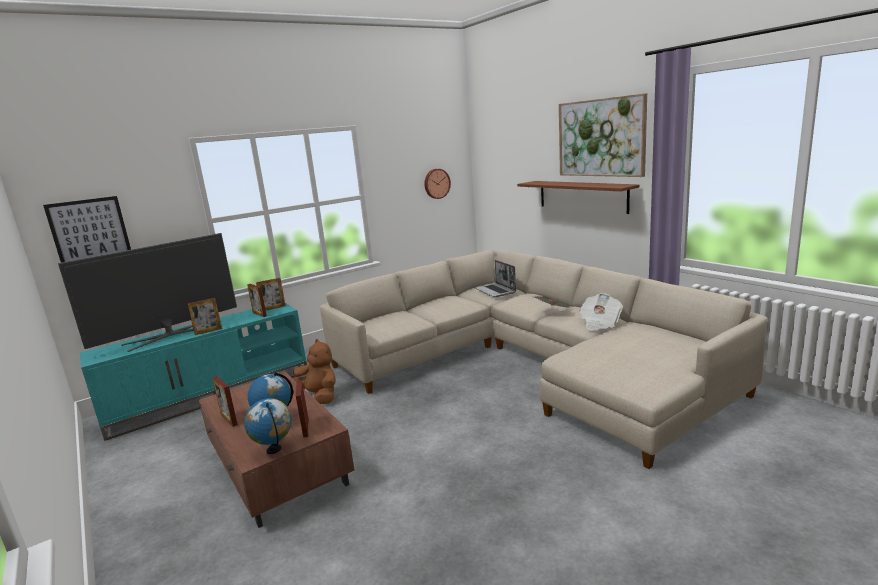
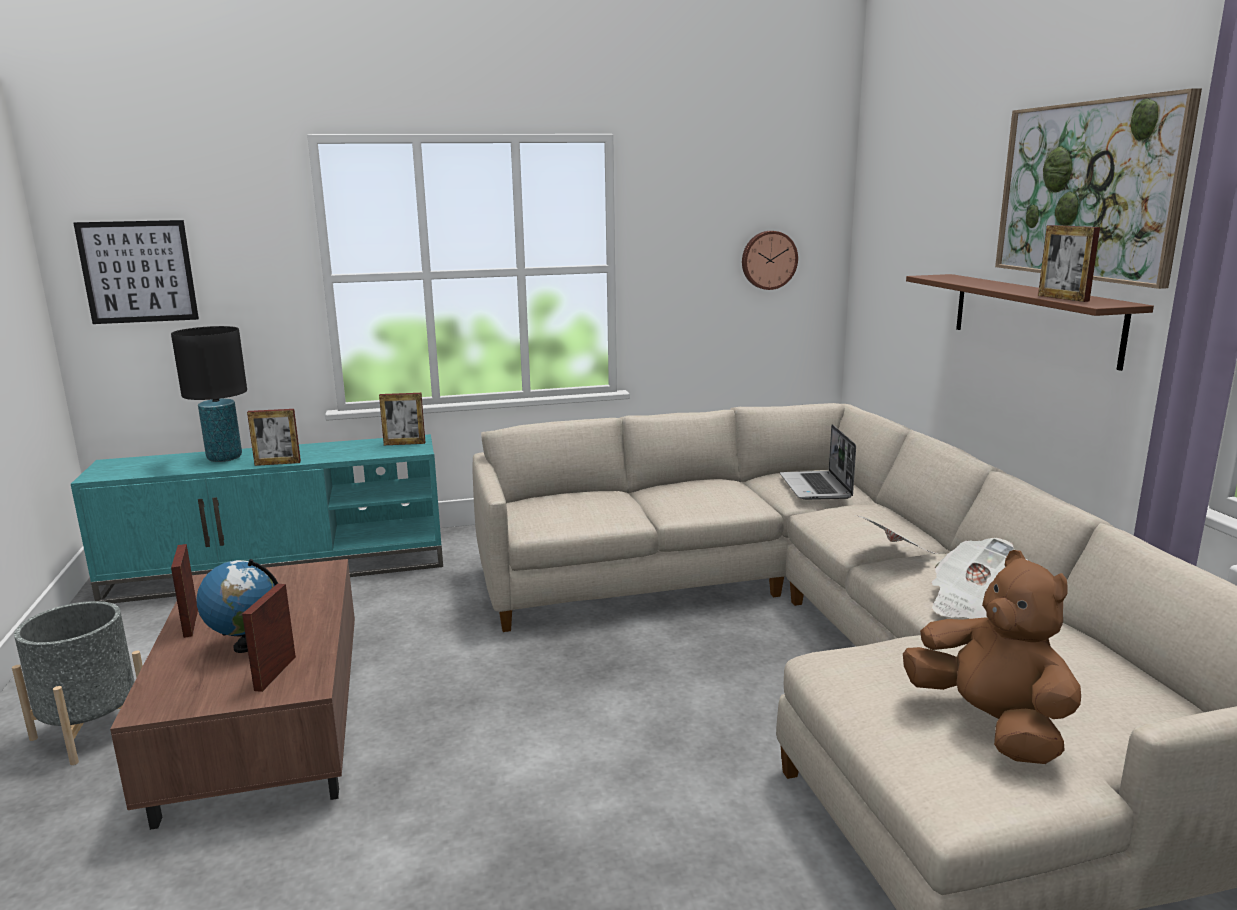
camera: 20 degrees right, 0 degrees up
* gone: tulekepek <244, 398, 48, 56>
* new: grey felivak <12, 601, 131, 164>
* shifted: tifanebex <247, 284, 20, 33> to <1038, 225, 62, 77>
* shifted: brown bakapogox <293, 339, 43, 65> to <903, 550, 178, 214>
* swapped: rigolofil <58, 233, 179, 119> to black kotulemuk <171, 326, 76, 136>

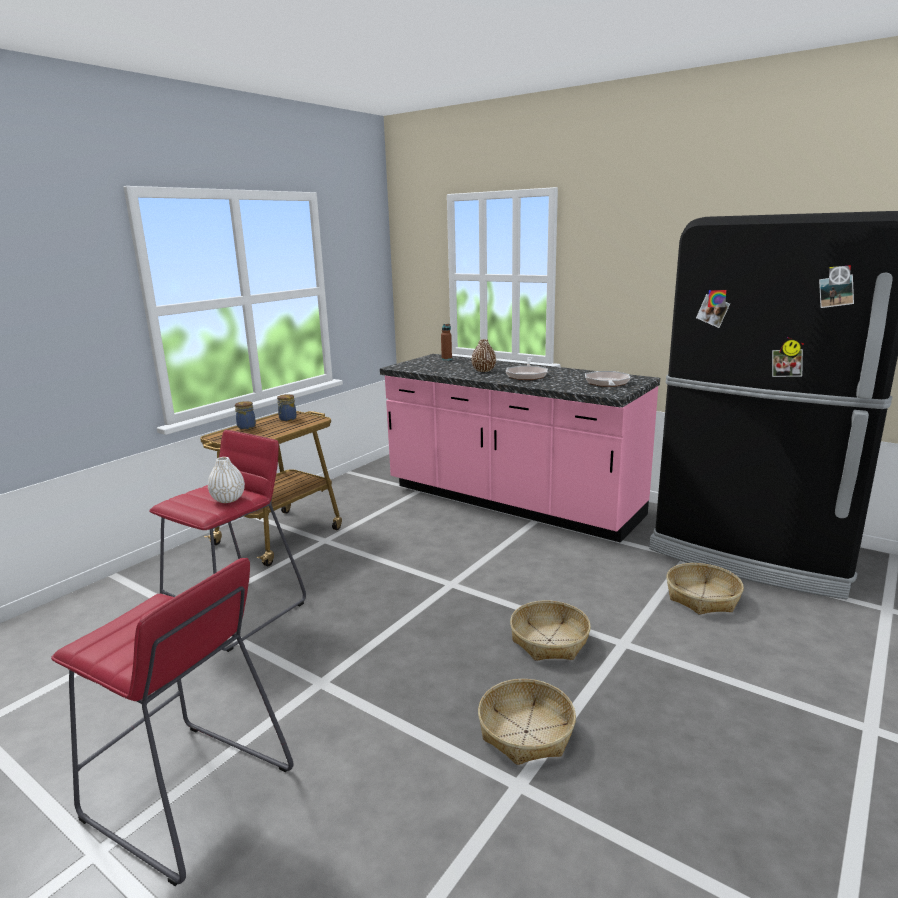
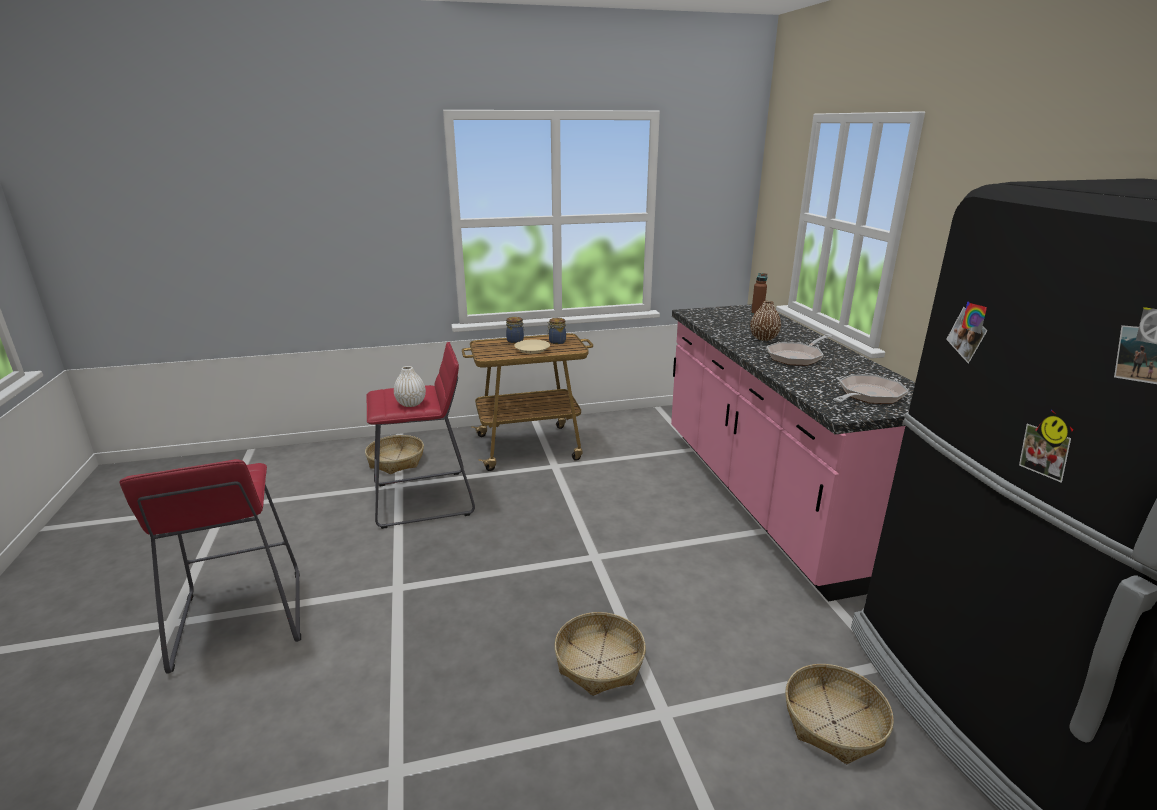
camera: 40 degrees right, 5 degrees up
* new: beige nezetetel <514, 340, 36, 14>
* shifted: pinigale <478, 679, 98, 86> to <365, 435, 59, 39>

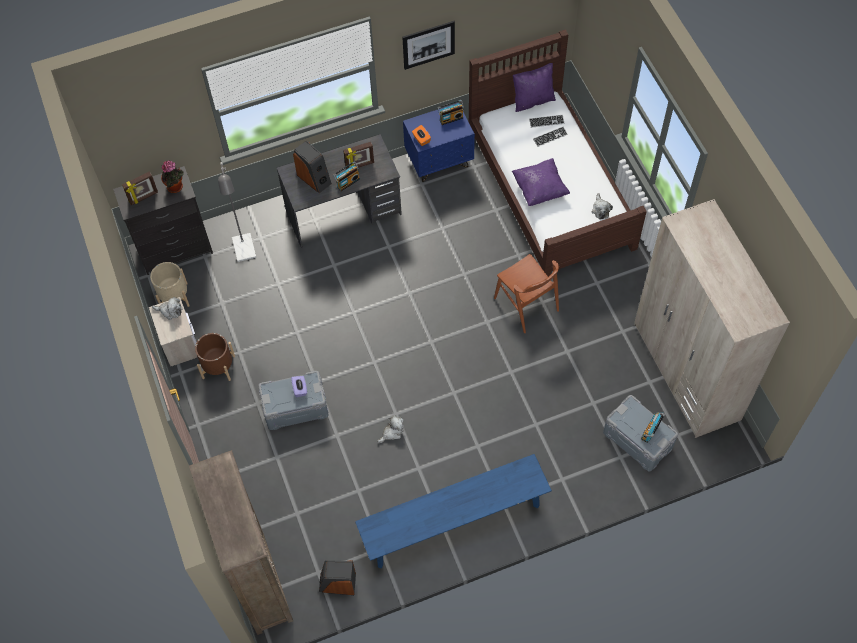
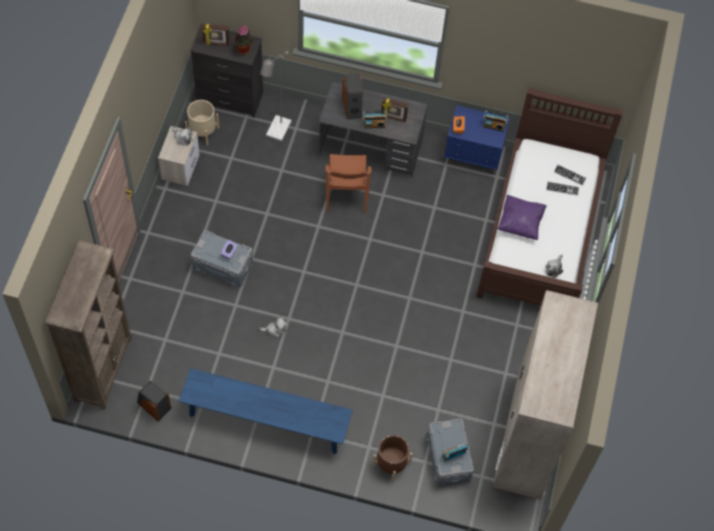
camera: 30 degrees right, 0 degrees up
* gone: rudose <402, 21, 53, 49>
* gone: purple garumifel <513, 63, 43, 49>
* shifted: brown felivak <195, 333, 40, 48> to <372, 435, 40, 48>
* shifted: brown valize <494, 254, 65, 79> to <326, 154, 46, 60>

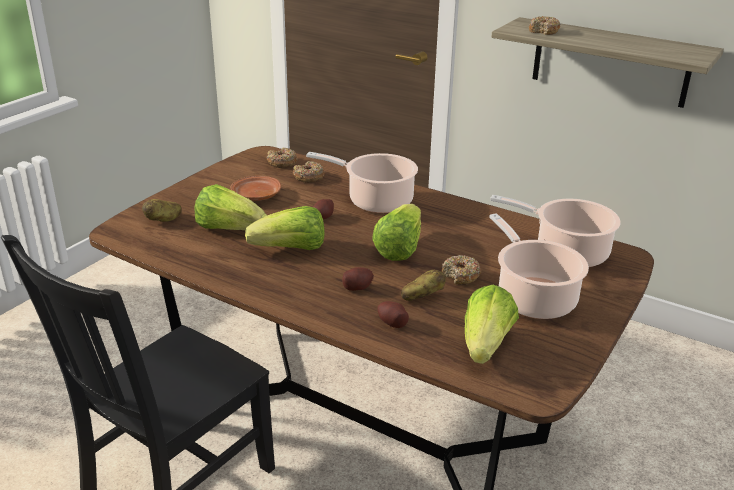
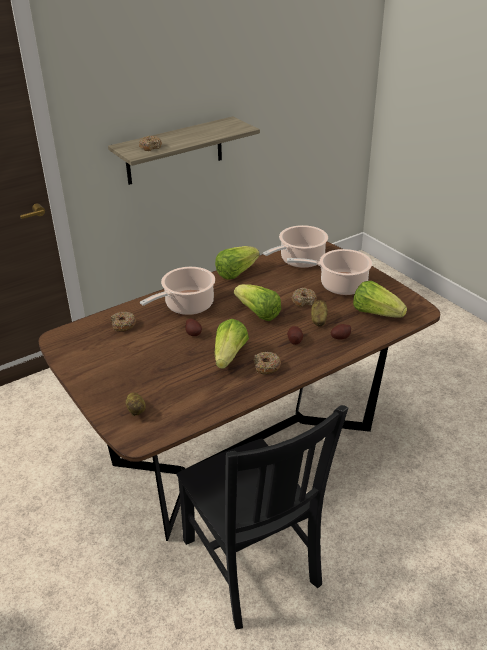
camera: 65 degrees left, 5 degrees up
* gone: brown nezetetel <231, 176, 50, 25>
* shifted: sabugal <195, 184, 72, 46> to <215, 246, 45, 34>
* shifted: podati <267, 147, 31, 21> to <254, 352, 27, 22>

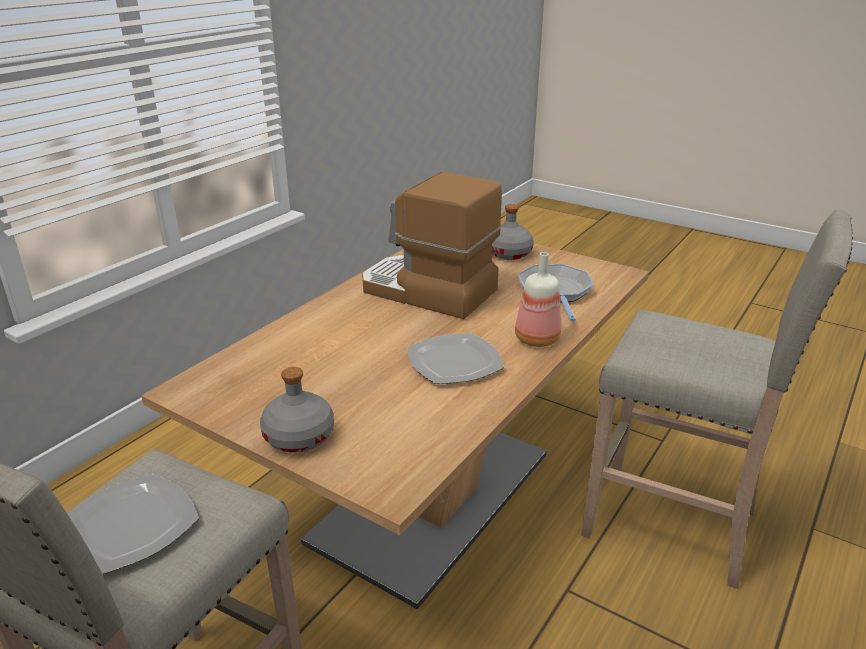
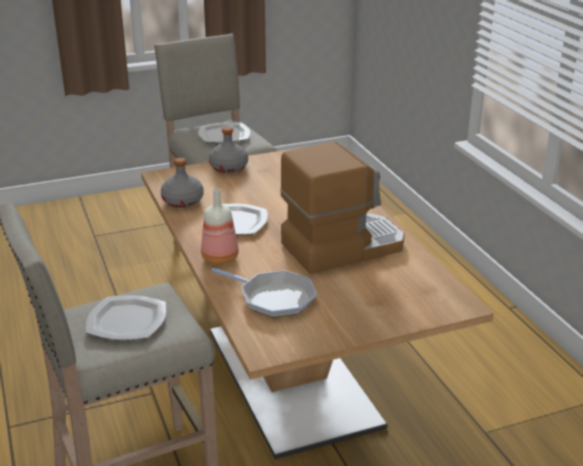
camera: 125 degrees right, 0 degrees up
* new: nezetetel <85, 295, 81, 45>
* shifted: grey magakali <492, 204, 42, 56> to <161, 158, 43, 50>

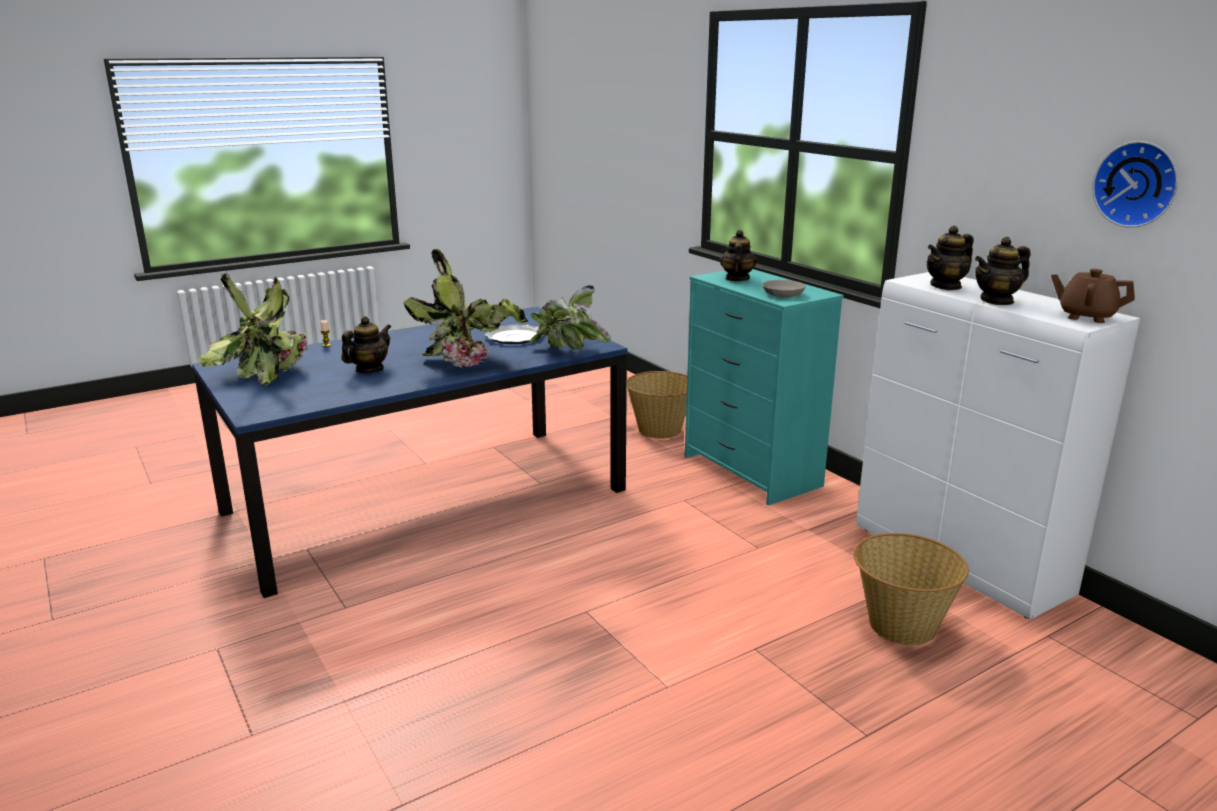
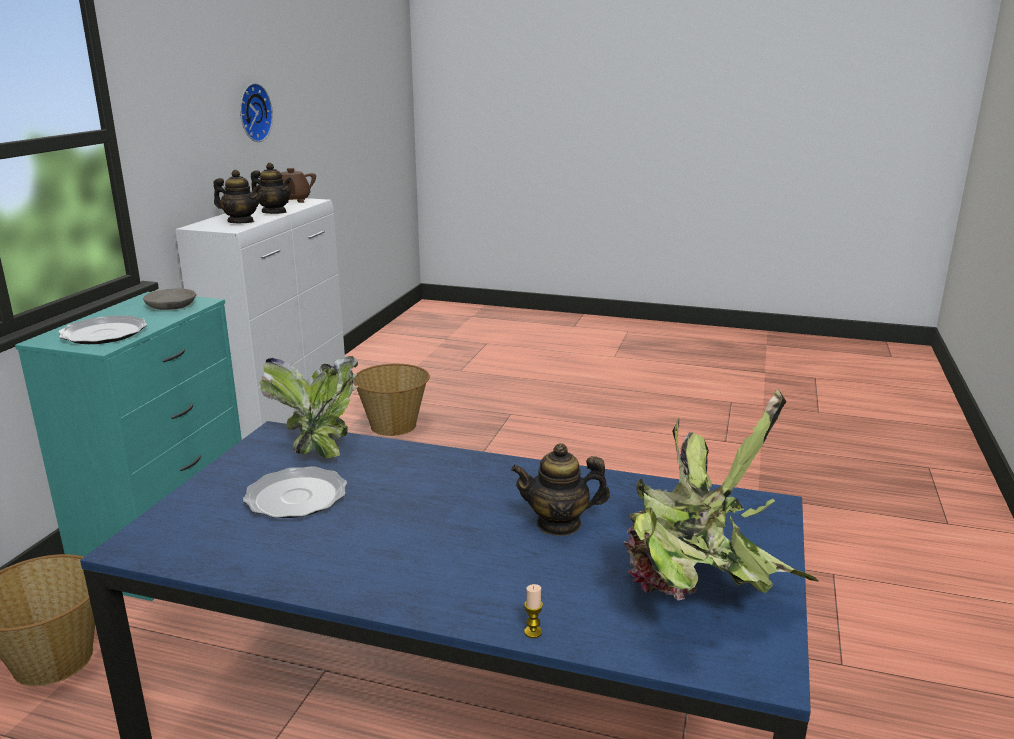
camera: 130 degrees left, 0 degrees up
* gone: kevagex <404, 249, 124, 119>
* swapped: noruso <720, 230, 37, 51> to nezetetel <58, 315, 89, 29>

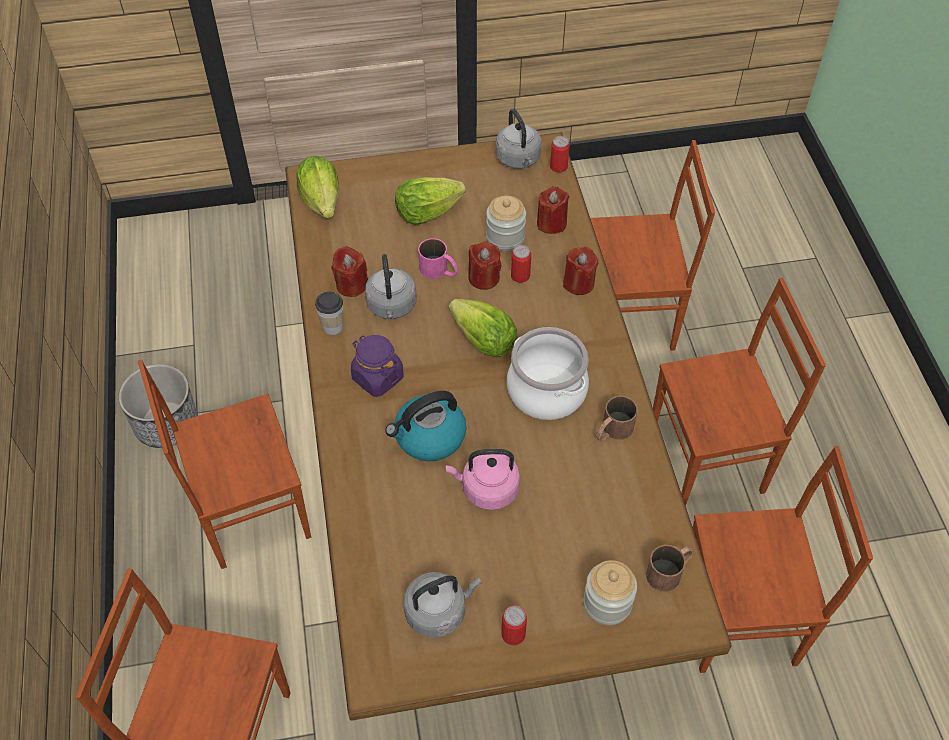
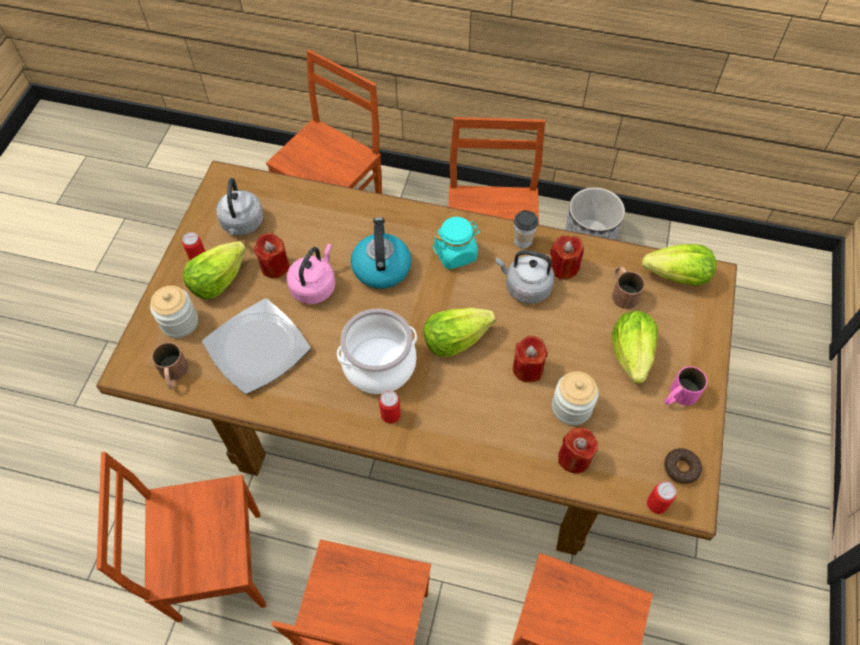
camera: 115 degrees right, 5 degrees up
* new: sabugal <183, 241, 63, 59>
* new: nezetetel <202, 298, 109, 96>
* shifted: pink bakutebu <418, 238, 40, 41> to <665, 366, 42, 40>
* shifted: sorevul <511, 245, 20, 38> to <379, 390, 22, 33>
* shifted: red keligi <563, 247, 36, 48> to <253, 233, 36, 46>
* shifted: brown bakutebu <596, 396, 42, 45> to <612, 266, 33, 43>
* swapped: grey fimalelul <496, 109, 46, 60> to podati <664, 448, 38, 36>
* repainted: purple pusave <351, 335, 53, 62> to turquoise pusave <433, 217, 48, 52>
* rotated: brown valize <693, 446, 180, 227> = <97, 452, 169, 170> 60 degrees clockwise

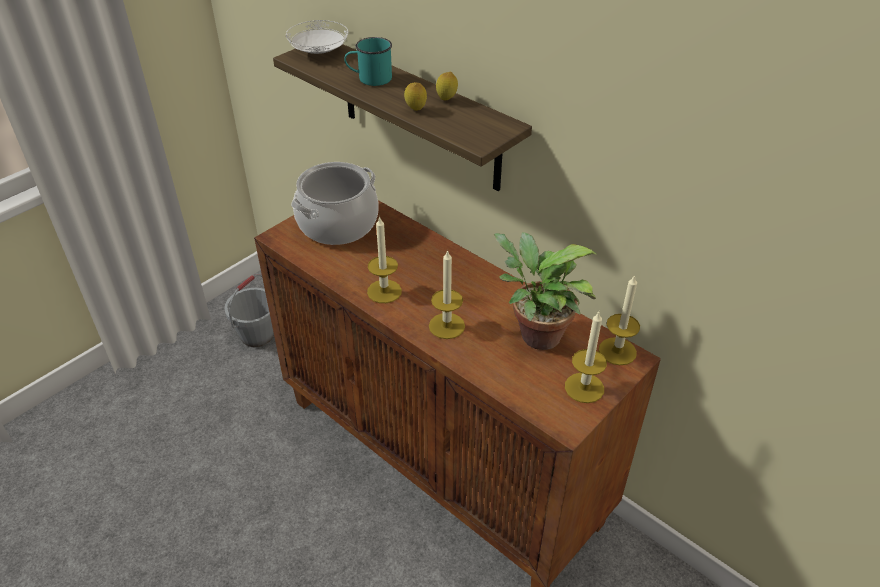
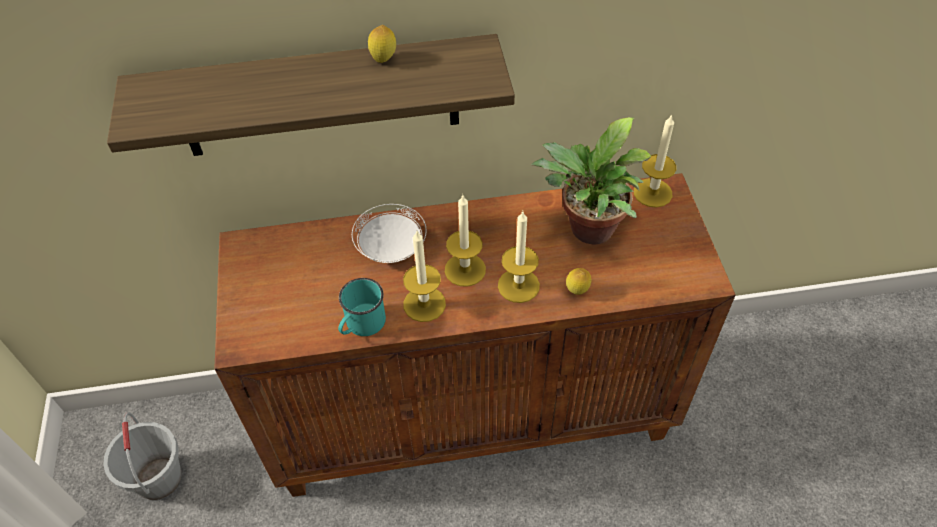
camera: 50 degrees left, 10 degrees up
* gone: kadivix <291, 162, 88, 83>
* shifted: white nezetetel <286, 20, 62, 34> to <352, 204, 75, 59>
* shifted: turquoise bakutebu <344, 37, 48, 49> to <338, 278, 48, 58>
* shifted: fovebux <404, 82, 23, 29> to <566, 268, 26, 27>
* shifted: keligi <565, 312, 42, 91> to <445, 195, 41, 92>

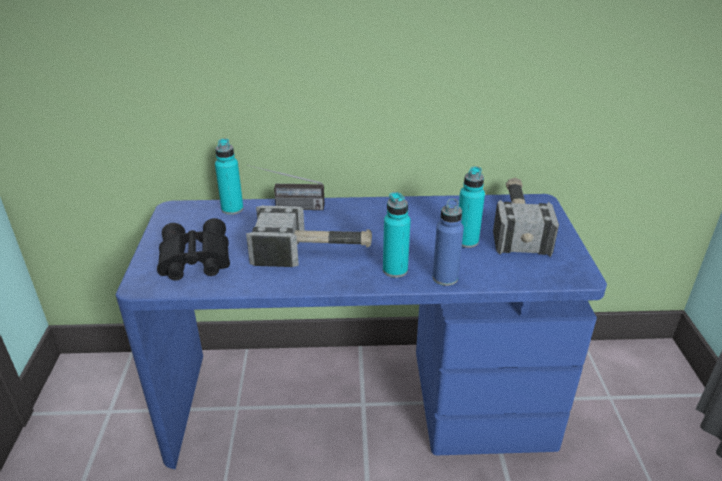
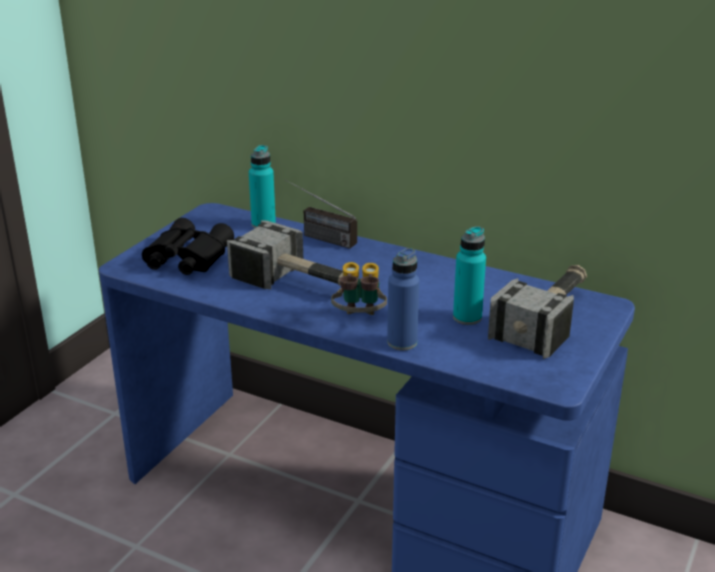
camera: 30 degrees right, 5 degrees down
* swapped: turquoise magakali <383, 192, 28, 86> to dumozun <331, 262, 56, 53>

